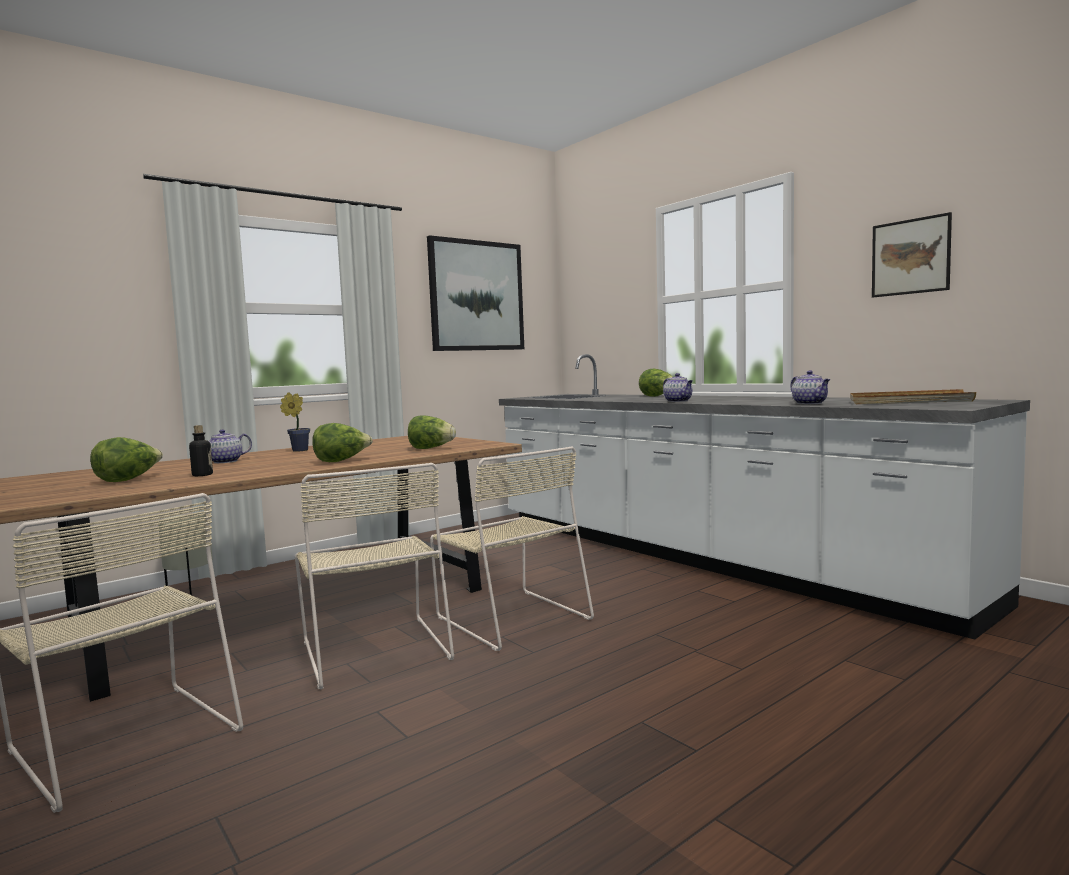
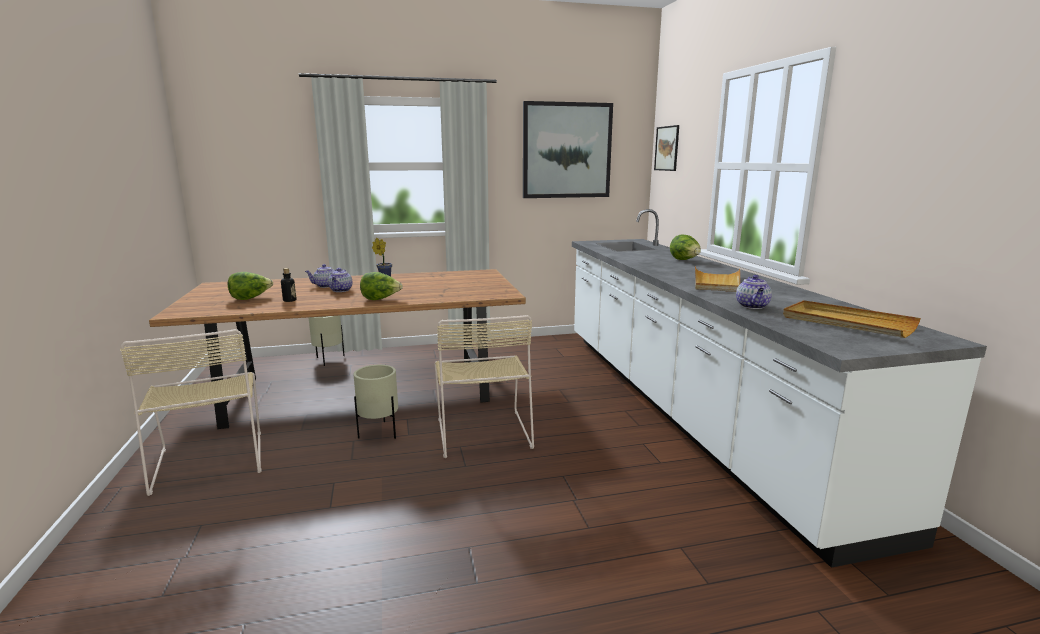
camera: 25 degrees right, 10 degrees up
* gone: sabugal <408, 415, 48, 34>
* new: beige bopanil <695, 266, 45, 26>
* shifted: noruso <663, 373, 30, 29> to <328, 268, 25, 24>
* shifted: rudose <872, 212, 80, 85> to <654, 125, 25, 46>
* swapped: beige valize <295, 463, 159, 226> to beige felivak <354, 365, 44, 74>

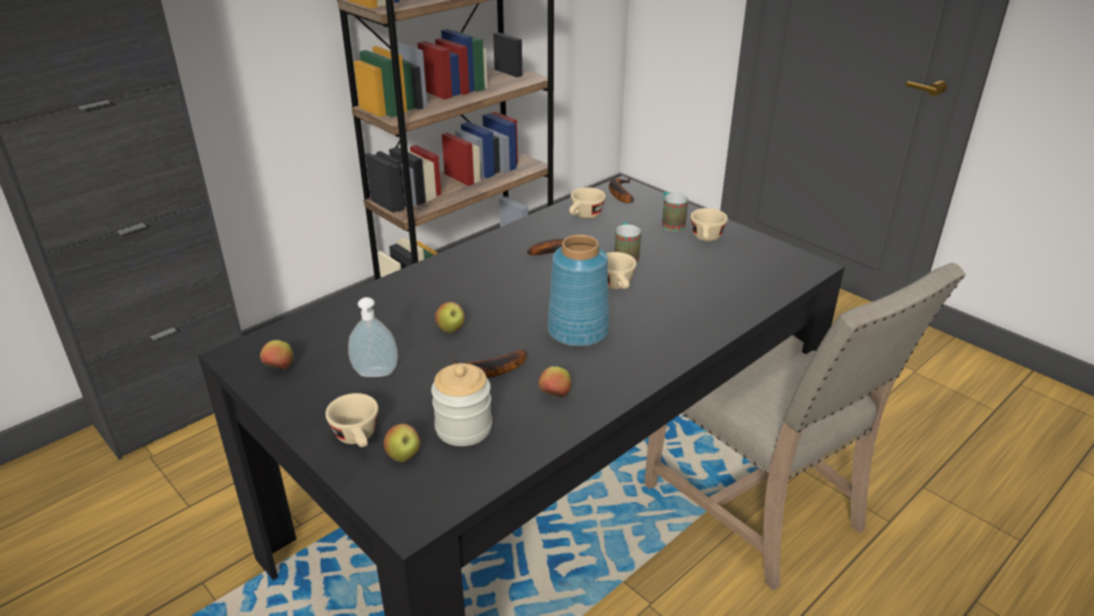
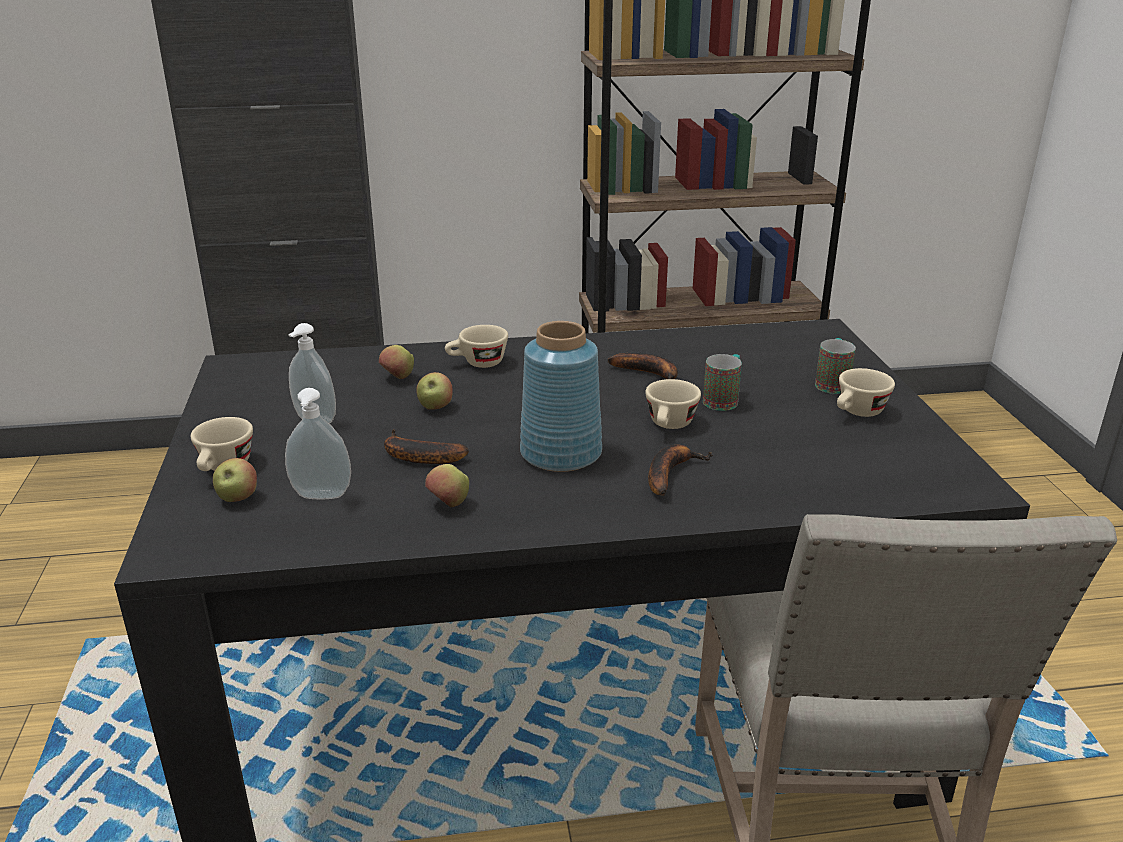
camera: 35 degrees right, 5 degrees down
* shifted: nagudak <260, 340, 33, 29> to <379, 345, 35, 34>
* shifted: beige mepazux <569, 187, 37, 32> to <445, 325, 63, 43>
* shifted: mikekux <609, 178, 25, 25> to <648, 445, 65, 51>
* swapped: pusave <431, 363, 61, 83> to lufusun <285, 388, 66, 111>

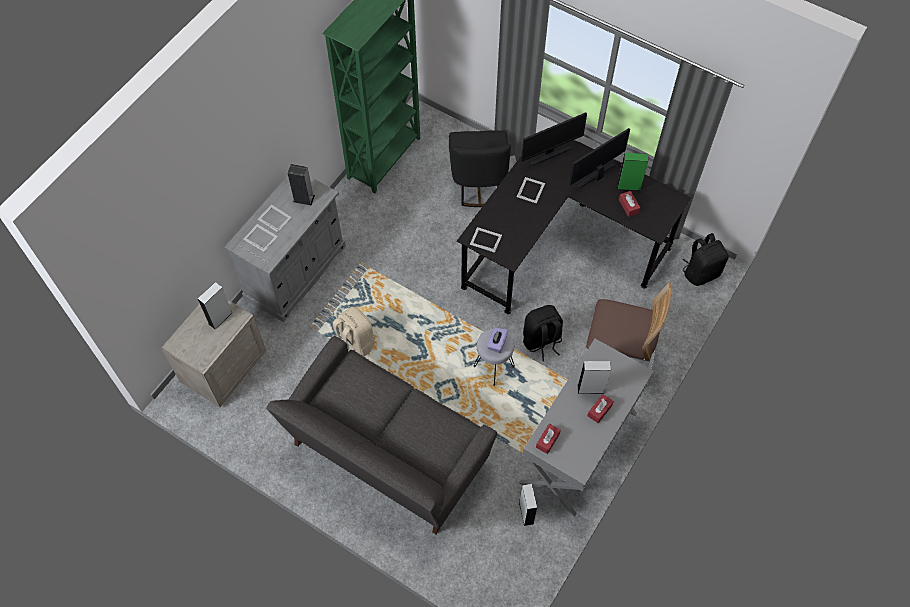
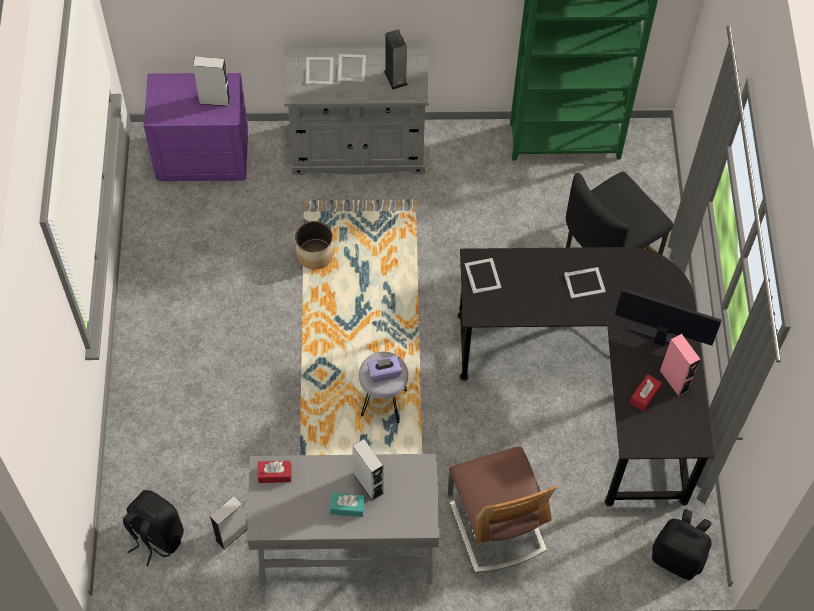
camera: 55 degrees right, 0 degrees up
* gone: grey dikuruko <266, 335, 231, 199>
* gone: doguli <521, 112, 66, 54>
* shifted: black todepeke <523, 305, 40, 56> to <123, 490, 61, 76>
* swapped: beige todepeke <333, 307, 42, 50> to felivak <295, 221, 39, 48>
* repainted: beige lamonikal <161, 300, 105, 107> to purple lamonikal <144, 73, 104, 108>
* repainted: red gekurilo <587, 394, 27, 29> to turquoise gekurilo <330, 493, 35, 24>
* repainted: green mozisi <617, 153, 31, 38> to pink mozisi <660, 334, 40, 63>

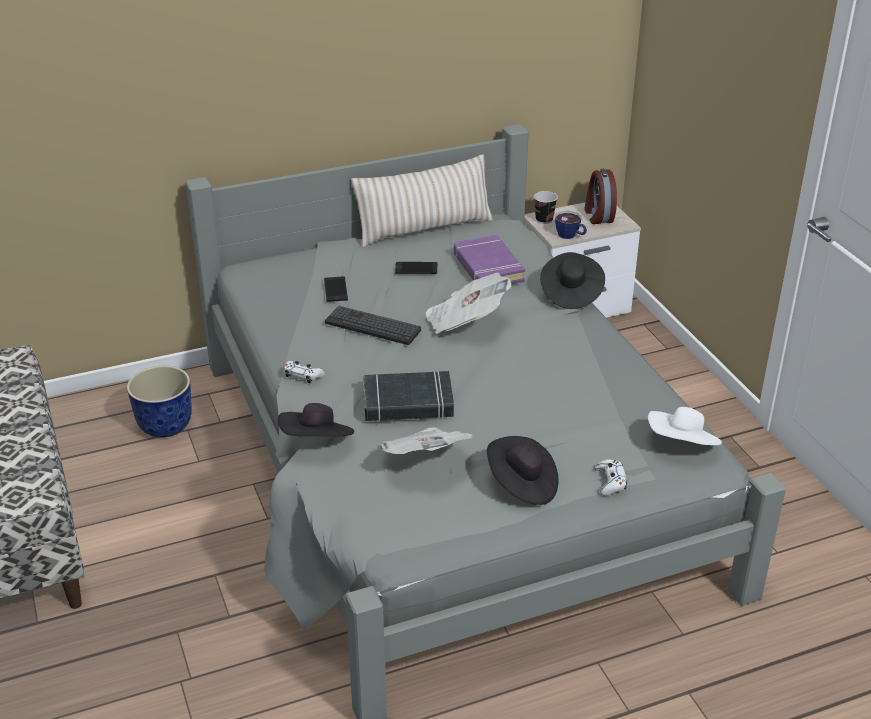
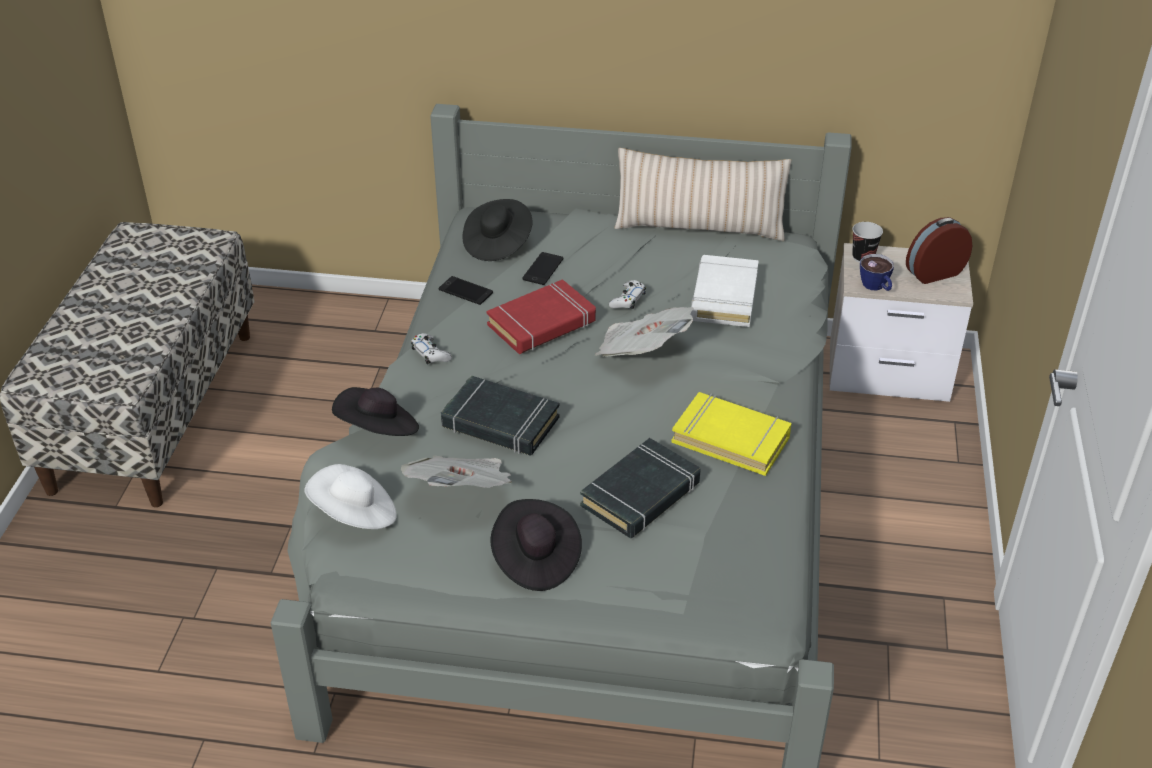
camera: 30 degrees right, 5 degrees up
* gone: felivak <127, 366, 65, 72>
* new: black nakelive <580, 438, 120, 100>
* new: yellow nakelive <672, 392, 120, 84>
* shifted: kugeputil <395, 262, 42, 12> to <439, 276, 54, 29>
* shifted: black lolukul <540, 252, 65, 57> to <462, 199, 70, 62>
* shifted: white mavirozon <595, 459, 32, 37> to <609, 280, 37, 29>
* shifted: white lolukul <648, 407, 74, 38> to <304, 464, 93, 65>
* swapped: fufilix <325, 306, 96, 39> to red nakelive <487, 279, 109, 75>
* repainted: purple nakelive <454, 235, 71, 49> to white nakelive <691, 255, 68, 72>
* rotated: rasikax <584, 169, 33, 55> = <906, 217, 66, 67> 45 degrees clockwise

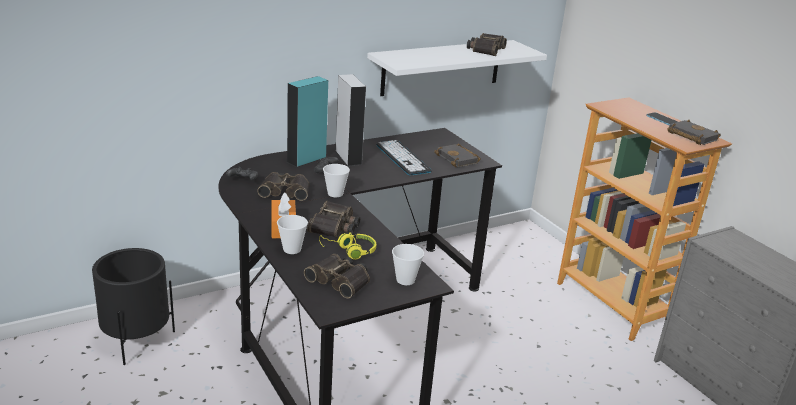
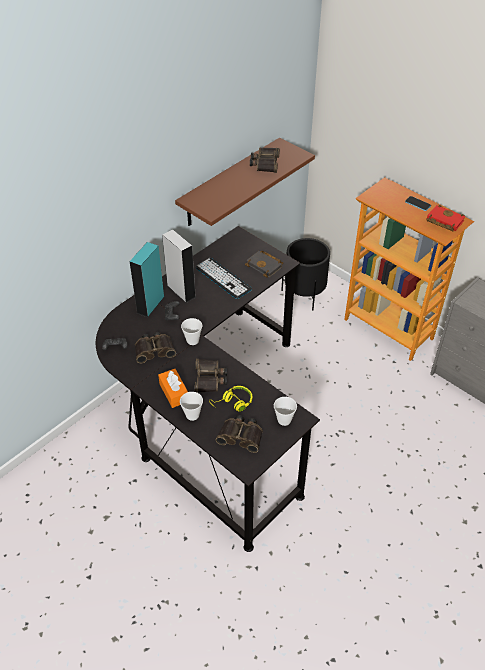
camera: 15 degrees left, 20 degrees up
* shifted: black felivak <92, 248, 83, 117> to <281, 238, 49, 73>
* repainted: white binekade <367, 40, 180, 56> to brown binekade <175, 138, 140, 88>
* repainted: black nakelive <668, 120, 53, 25> to red nakelive <427, 205, 38, 26>

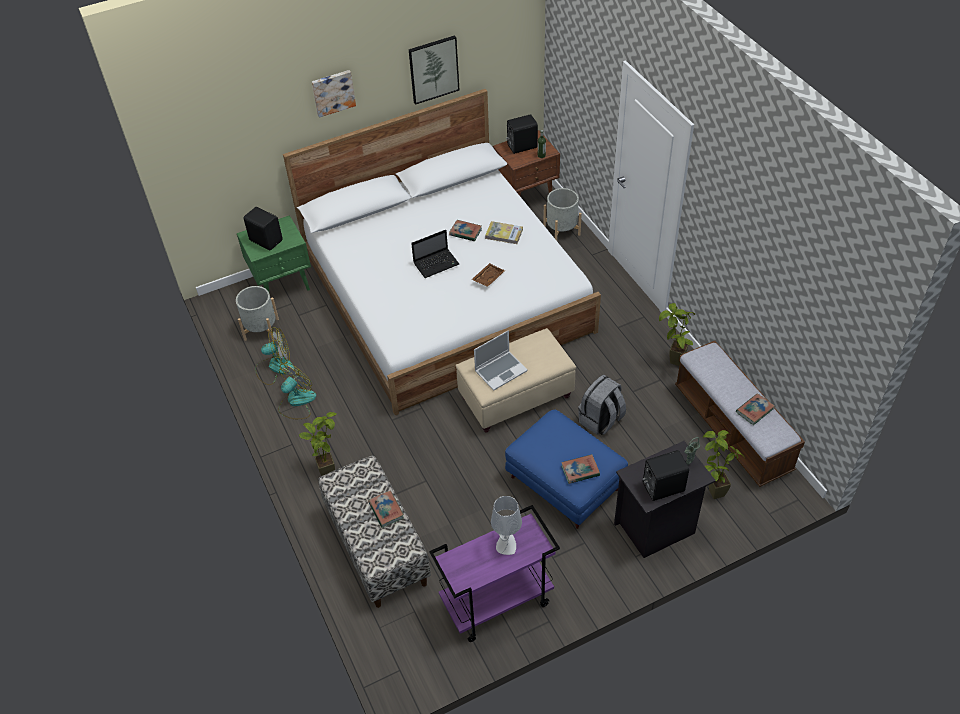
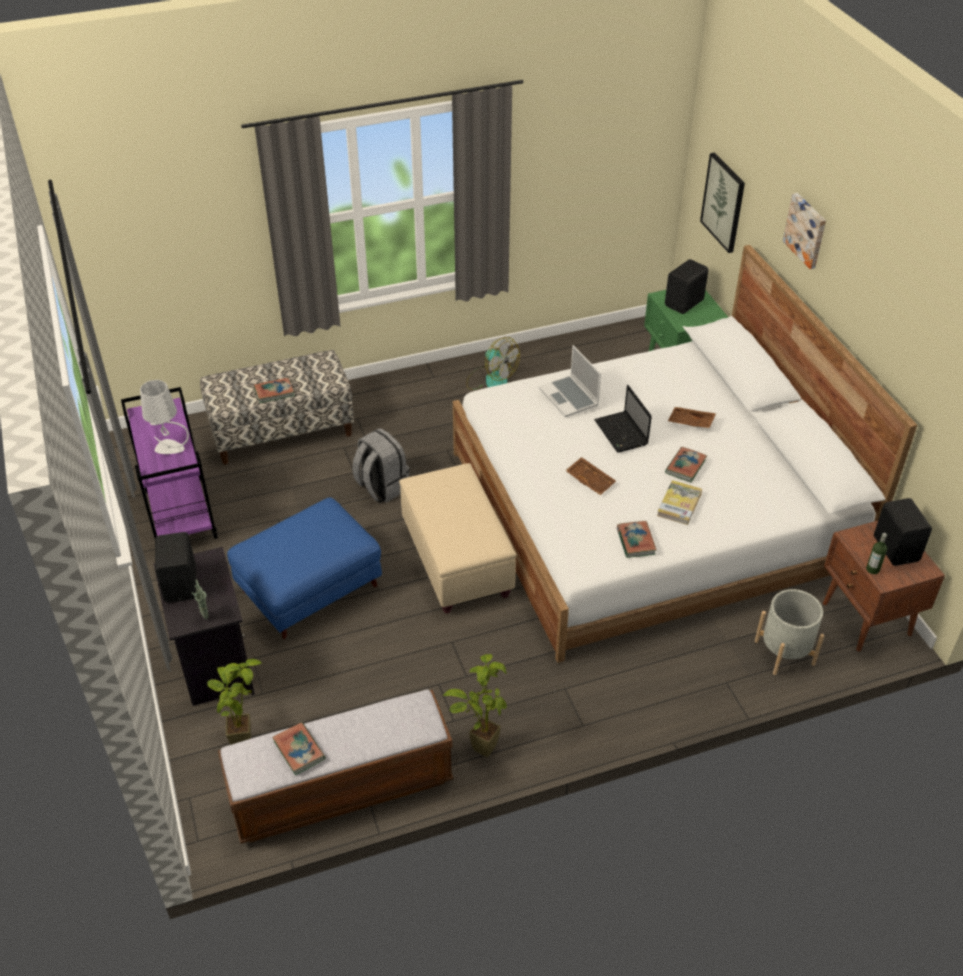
camera: 95 degrees right, 5 degrees down
* gone: grey felivak <236, 286, 43, 55>
* gone: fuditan <255, 327, 39, 58>
* gone: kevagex <299, 412, 38, 64>
* new: brown bopanil <668, 407, 48, 21>
* shifted: rudose <409, 35, 50, 70> to <700, 153, 45, 100>
* shifted: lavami <474, 330, 54, 61> to <539, 345, 62, 72>
* shifted: nakelive <561, 454, 39, 30> to <617, 521, 40, 37>
* shifted: grey todepeke <578, 375, 48, 60> to <352, 428, 58, 75>

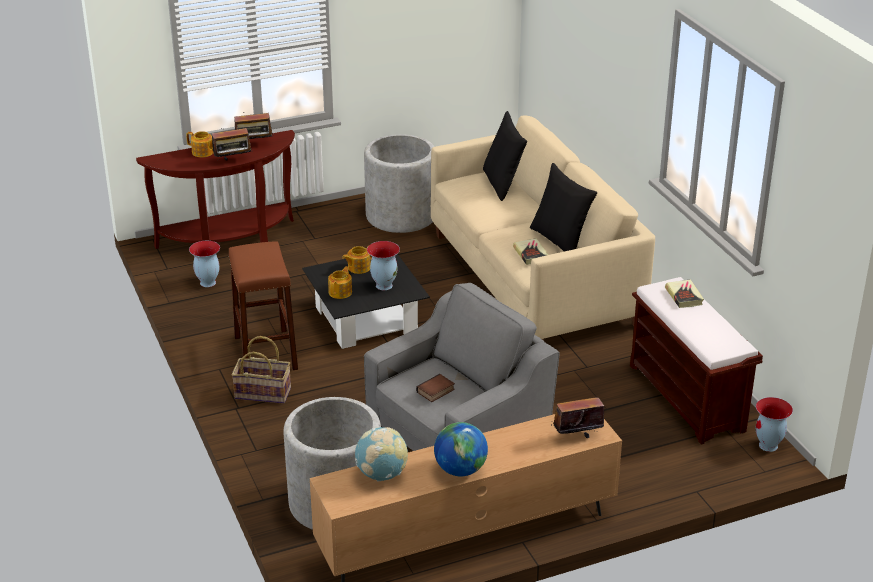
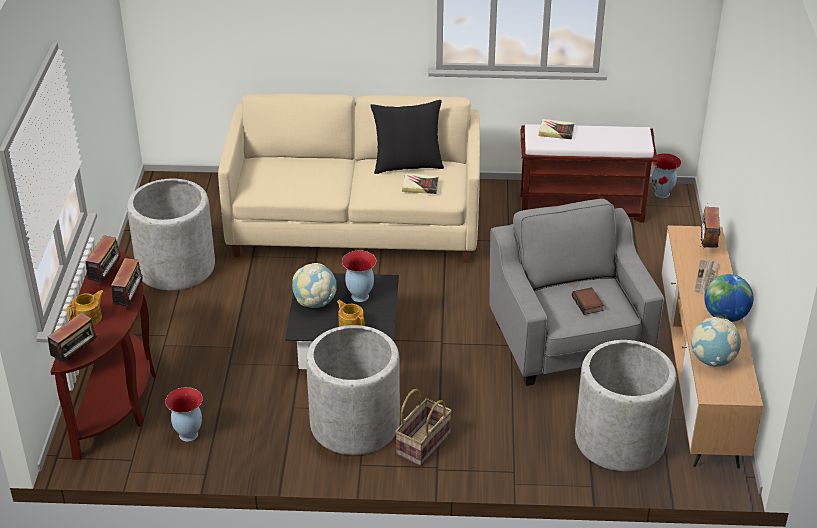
camera: 65 degrees left, 5 degrees up
* gone: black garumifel <483, 111, 44, 90>
* new: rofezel <43, 312, 55, 53>
* new: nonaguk <695, 259, 24, 35>
* swapped: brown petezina <229, 241, 69, 129> to grey felivak <306, 325, 94, 130>
* swapped: noruso <342, 246, 30, 28> to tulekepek <292, 263, 45, 45>

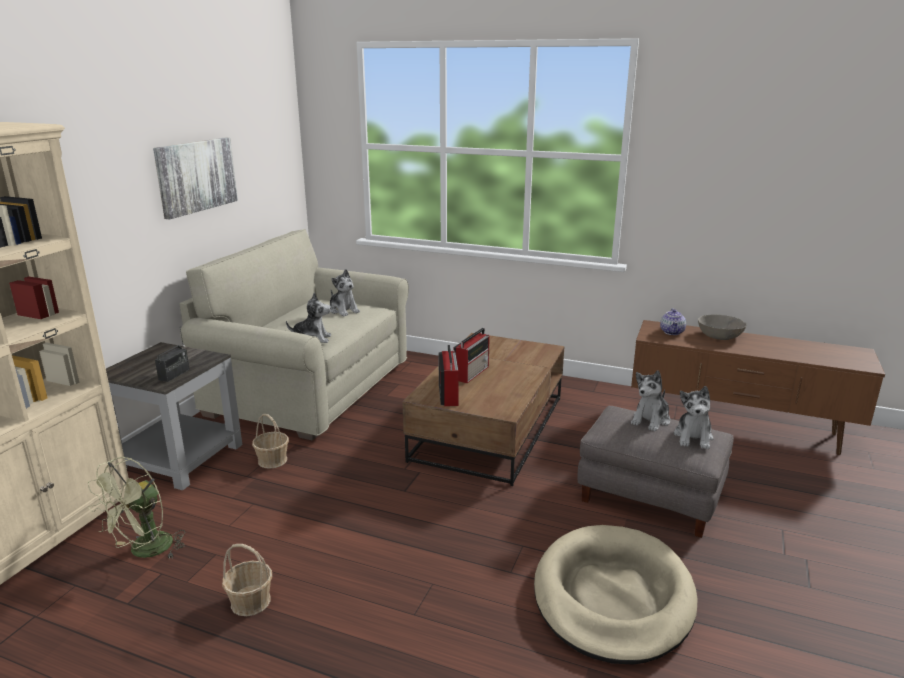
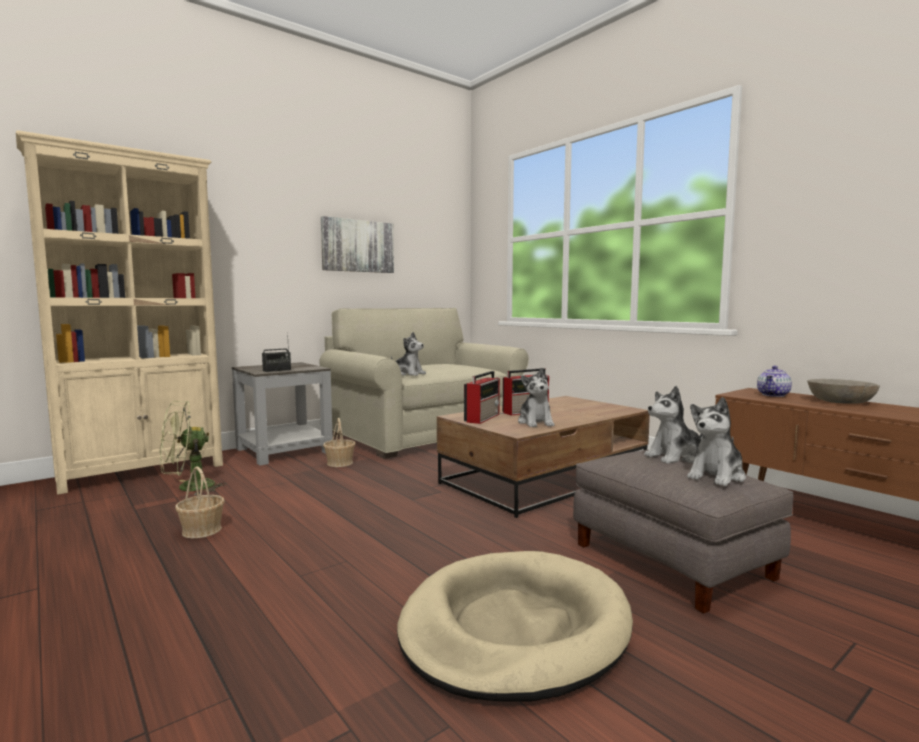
camera: 30 degrees right, 15 degrees down
* shifted: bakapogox <330, 269, 30, 47> to <518, 368, 37, 59>

